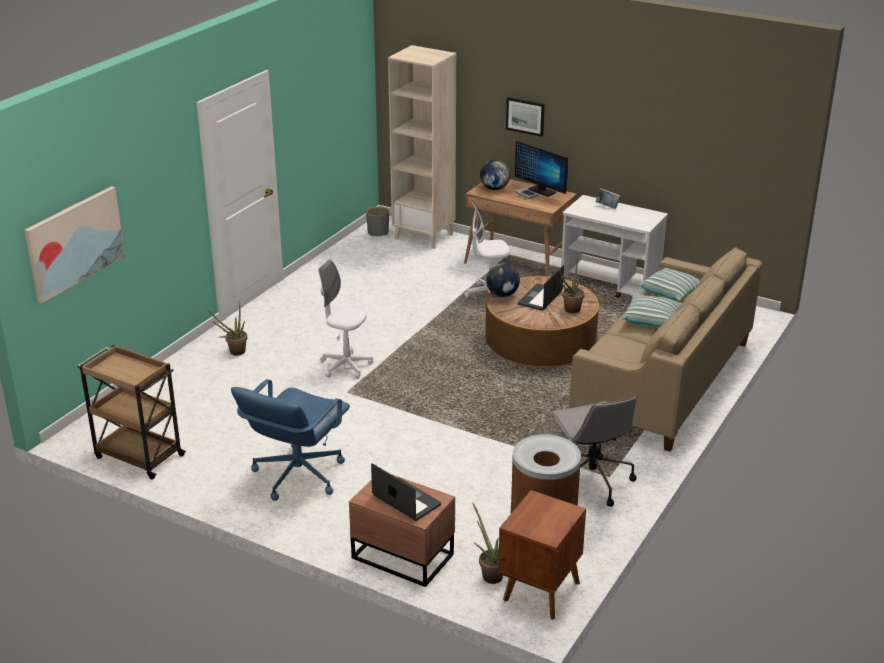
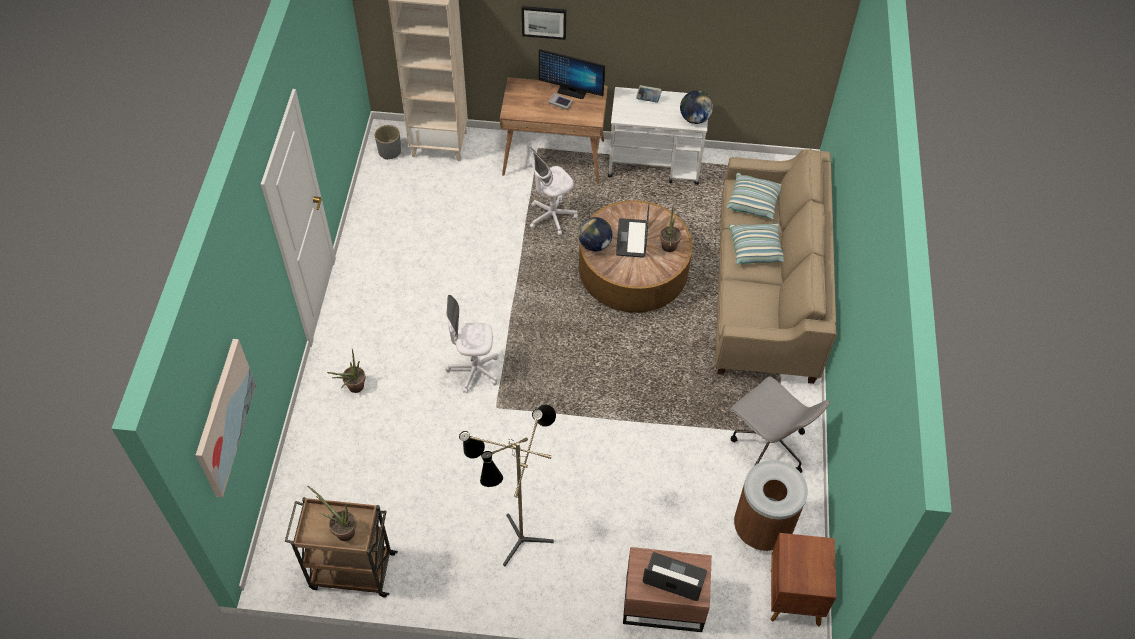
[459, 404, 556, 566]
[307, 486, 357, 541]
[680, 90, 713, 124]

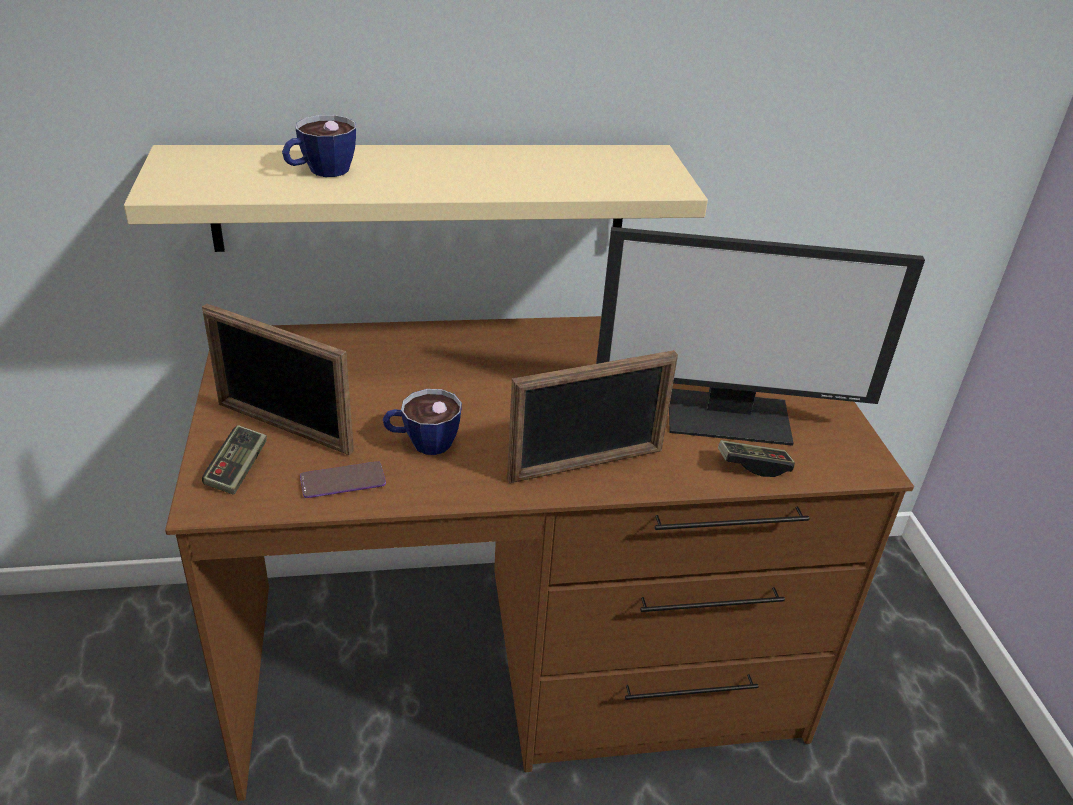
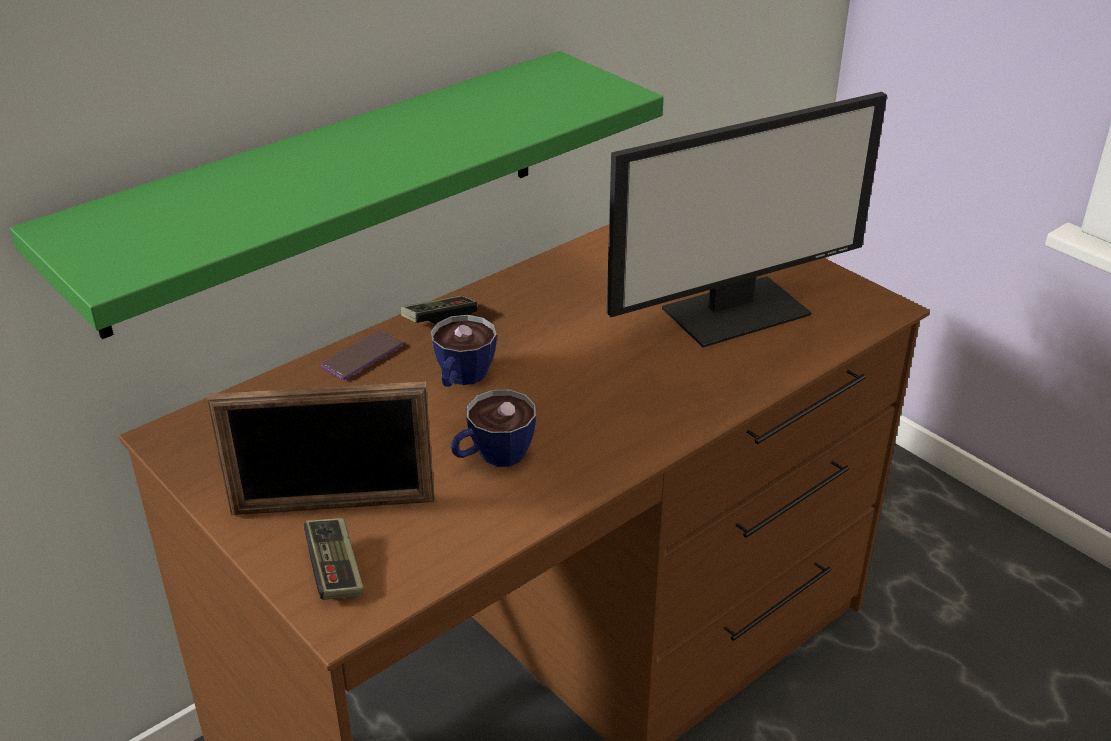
[10, 51, 664, 339]
[431, 315, 497, 387]
[321, 331, 402, 380]
[507, 350, 678, 483] (first image)
[401, 295, 477, 324]

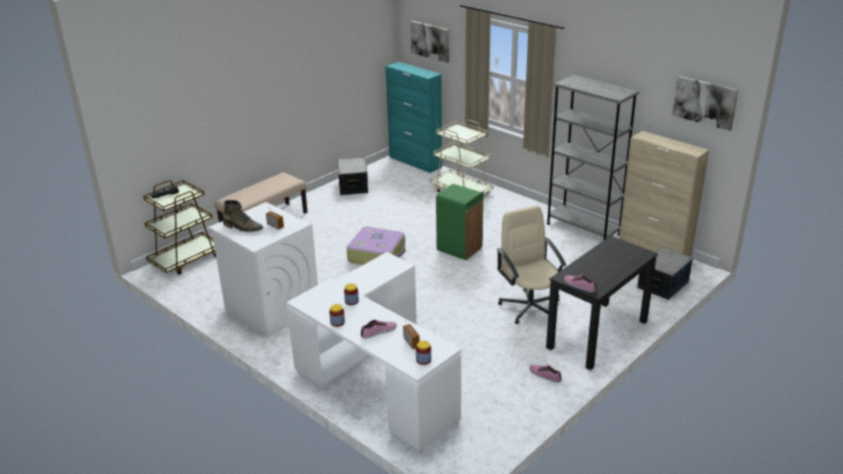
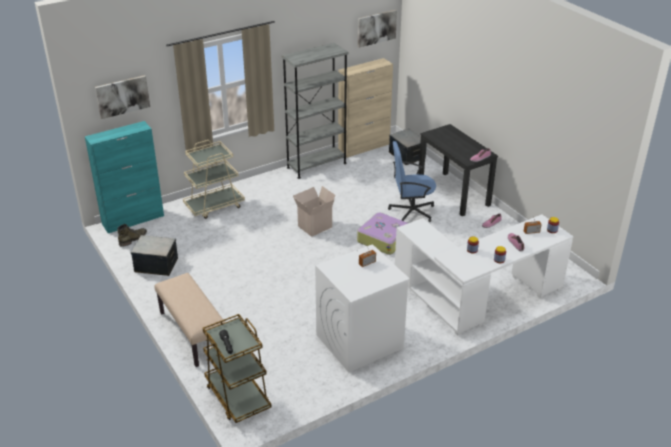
[117, 224, 147, 246]
[357, 212, 408, 255]
[293, 186, 335, 237]
[388, 141, 436, 222]

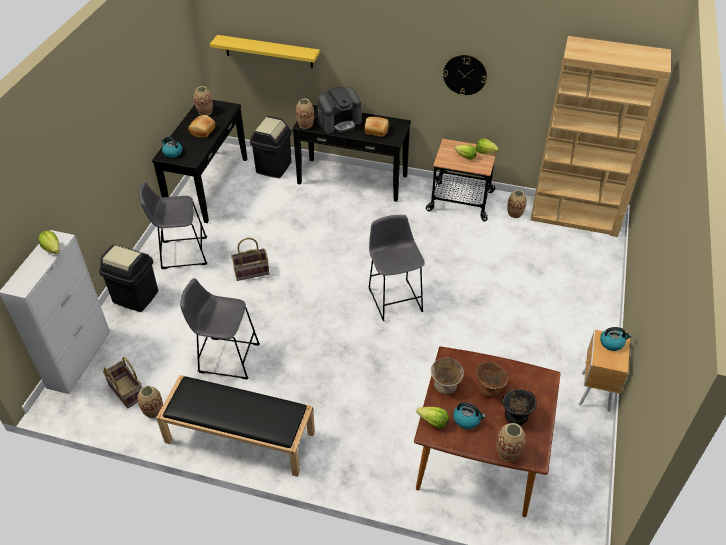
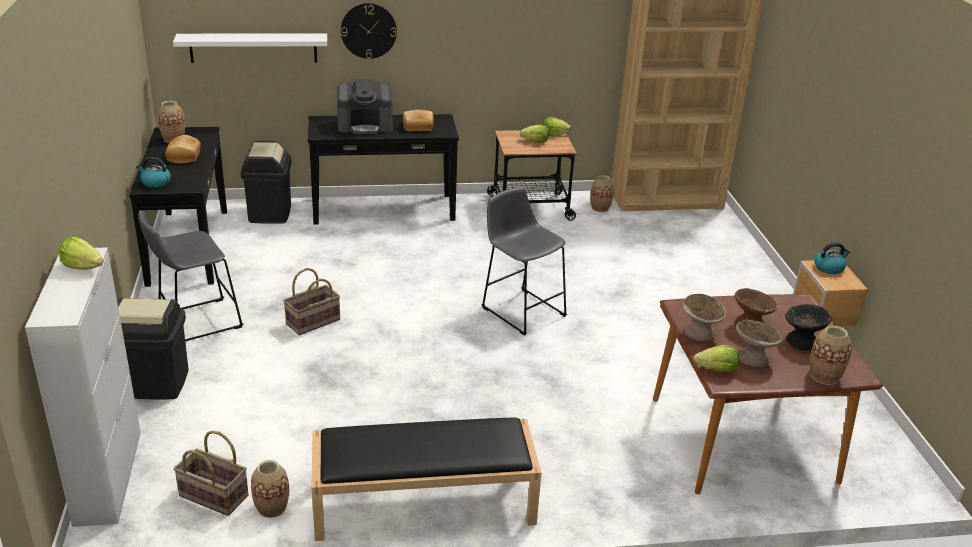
[180, 278, 260, 379] (first image)
[173, 34, 327, 63]
[295, 99, 314, 129] (first image)
[337, 79, 393, 134]
[341, 3, 397, 59]
[736, 320, 782, 368]

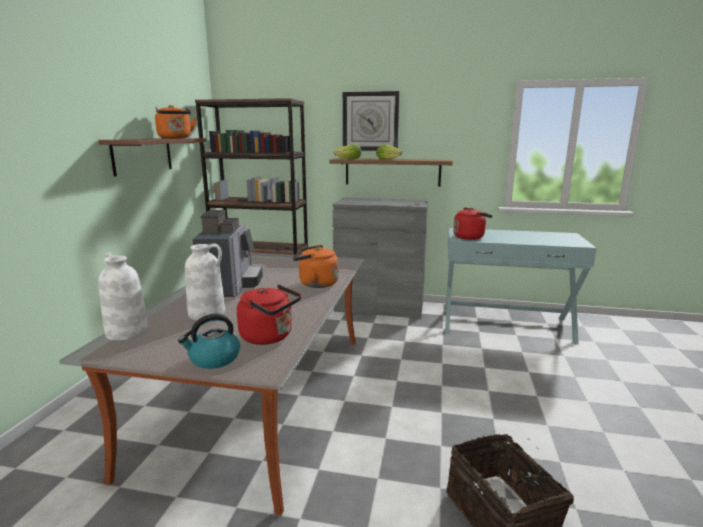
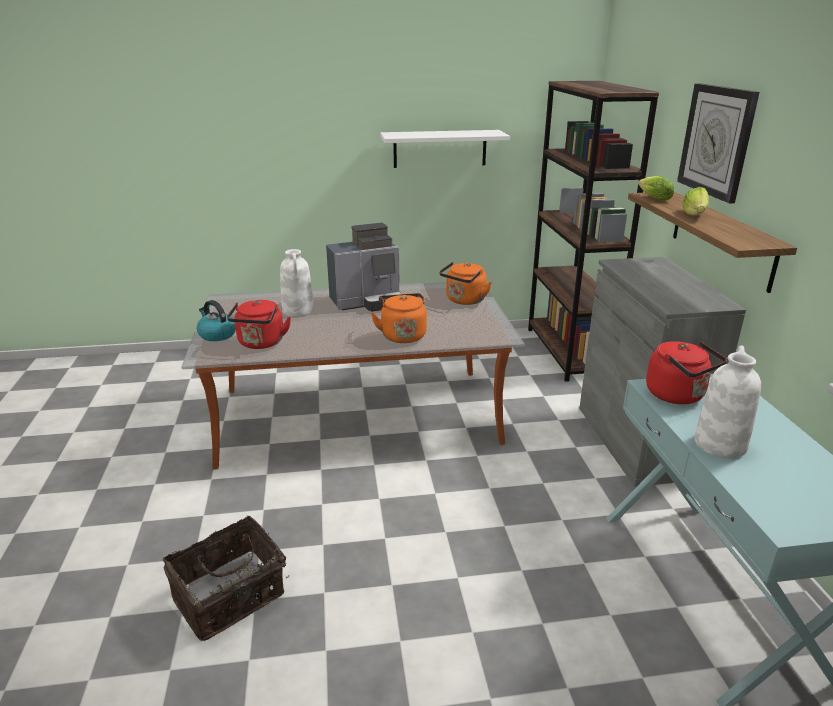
[380, 130, 510, 168]
[695, 345, 761, 458]
[439, 262, 492, 305]

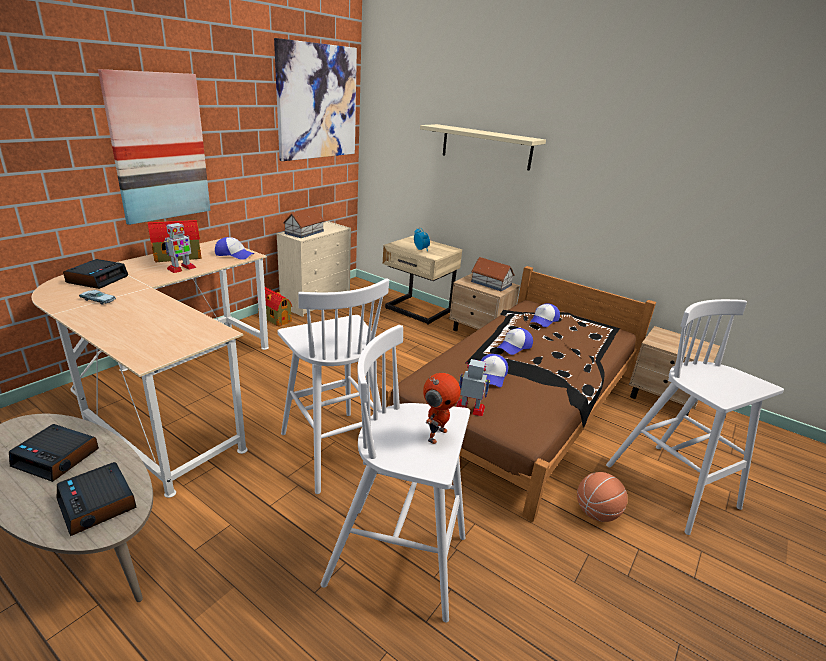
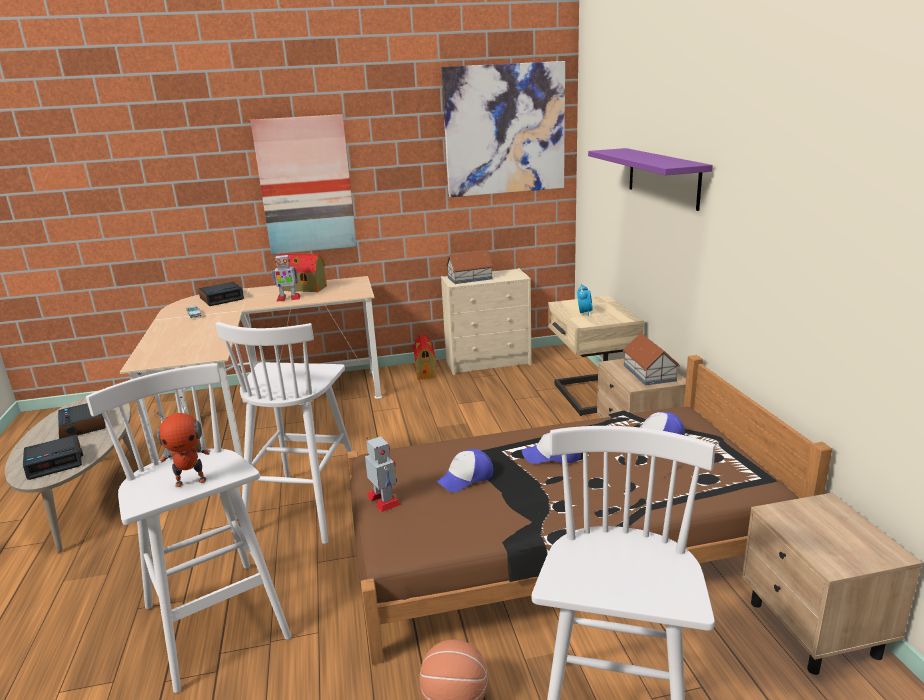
[23, 435, 83, 480]
[215, 237, 254, 260] (first image)
[588, 148, 713, 211]

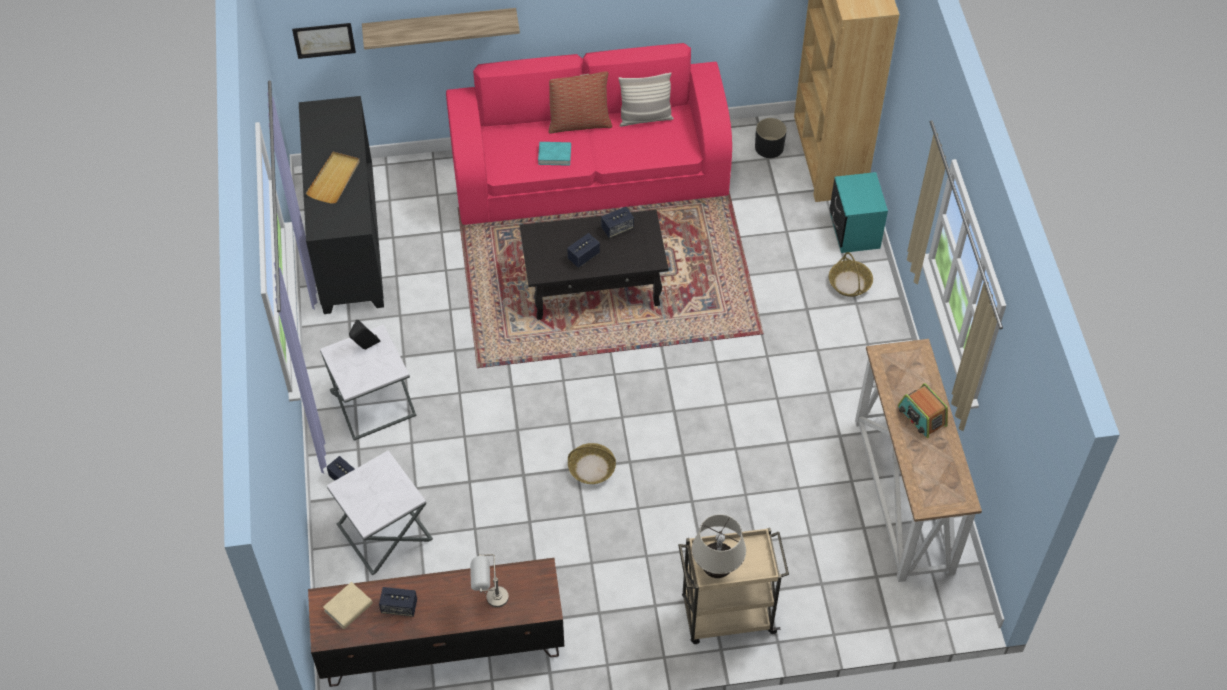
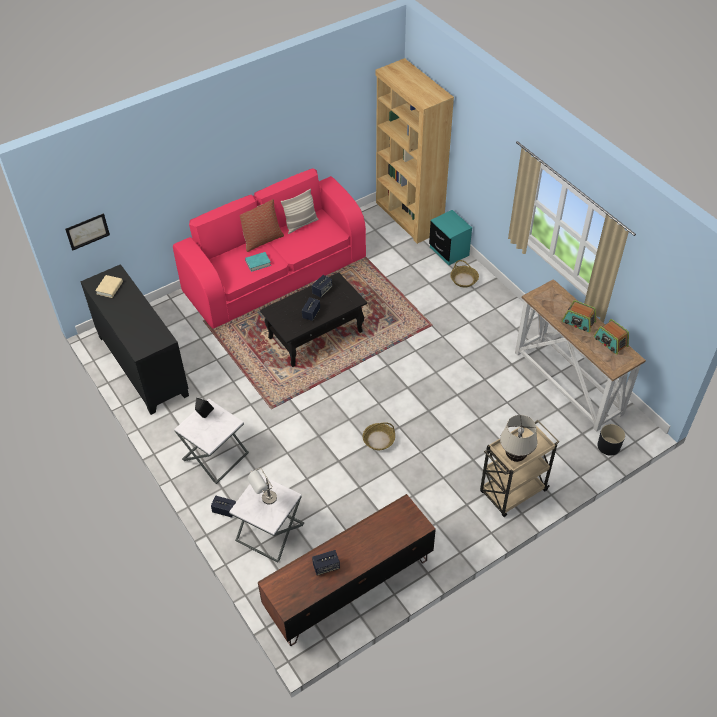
[306, 152, 360, 203] (first image)
[95, 275, 123, 298]
[362, 8, 520, 50] (first image)
[248, 468, 277, 505]
[597, 424, 625, 456]
[594, 319, 629, 354]

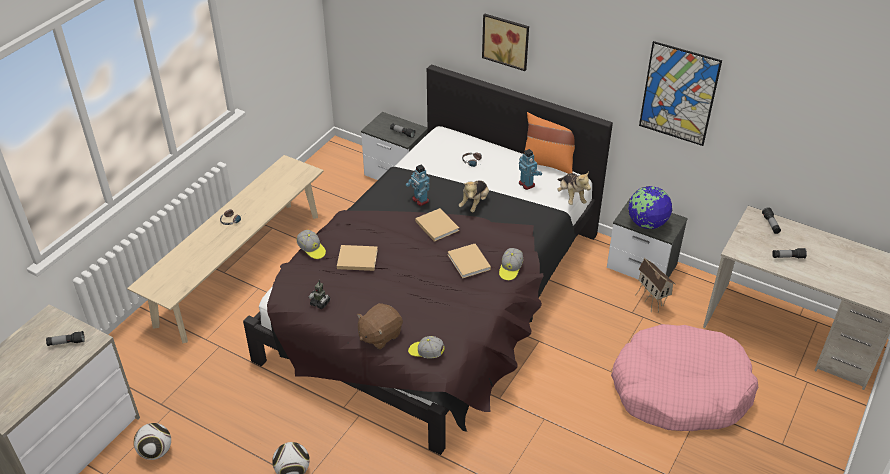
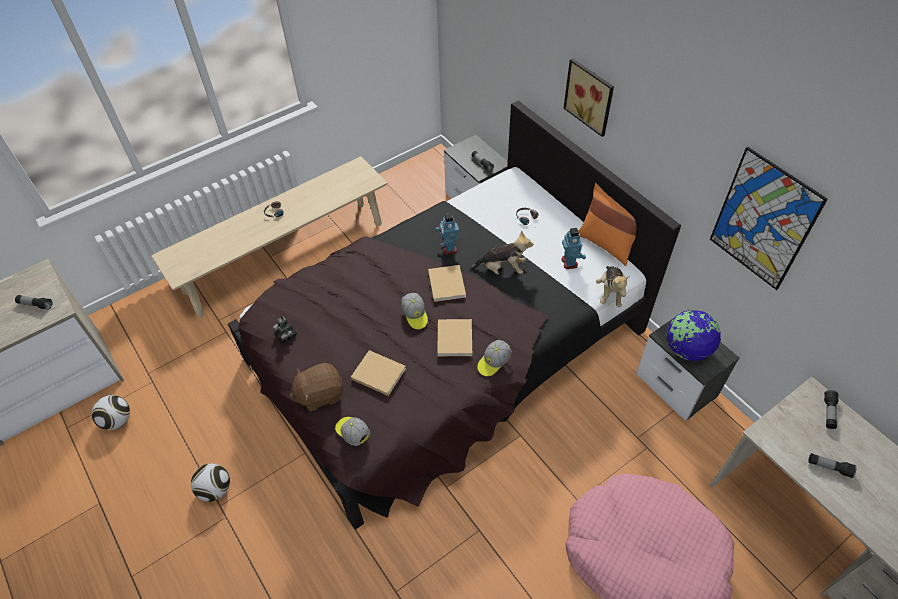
[401, 293, 428, 329]
[351, 350, 406, 396]
[470, 231, 533, 275]
[635, 258, 676, 313] (first image)

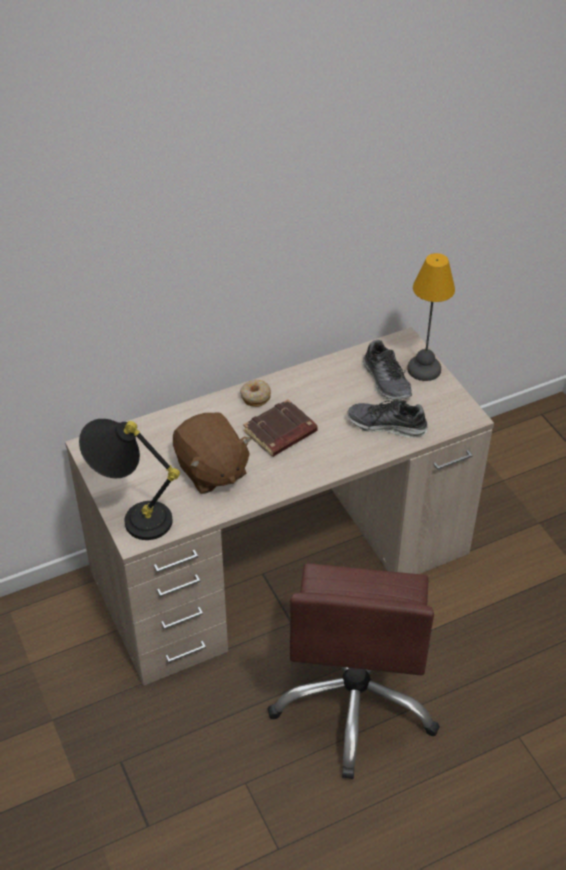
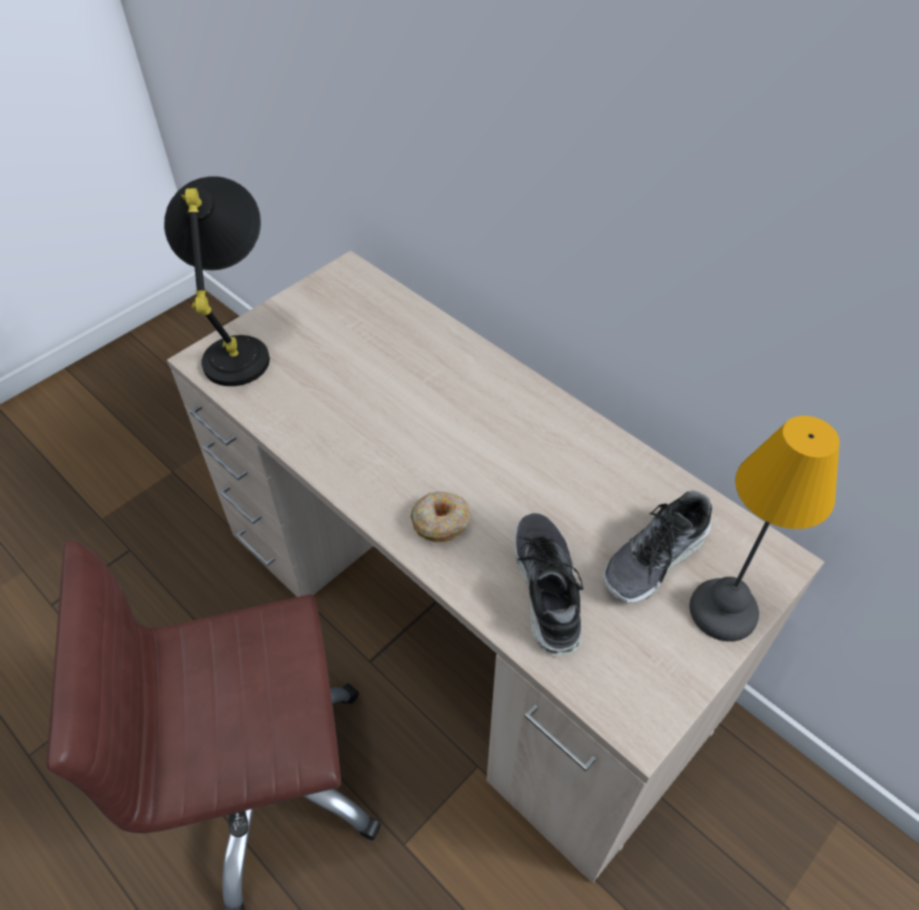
[173, 413, 251, 494] (first image)
[411, 491, 471, 542]
[243, 399, 318, 457] (first image)

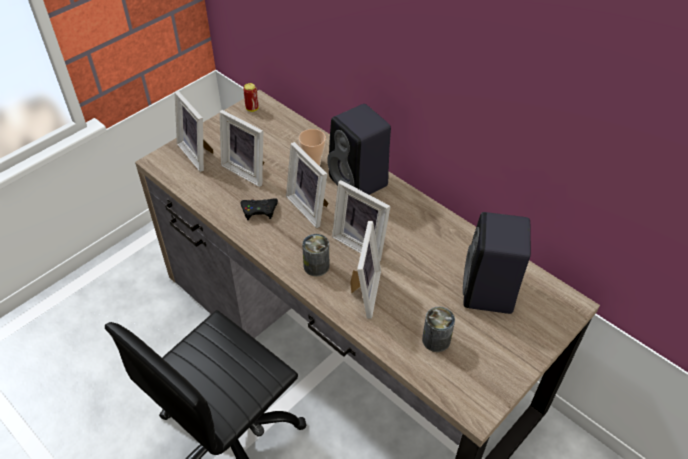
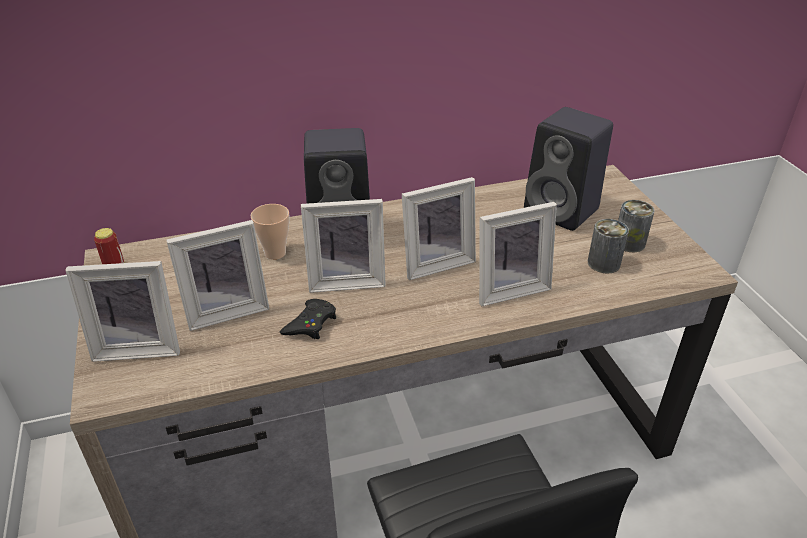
[618, 200, 655, 252]
[479, 202, 557, 306]

